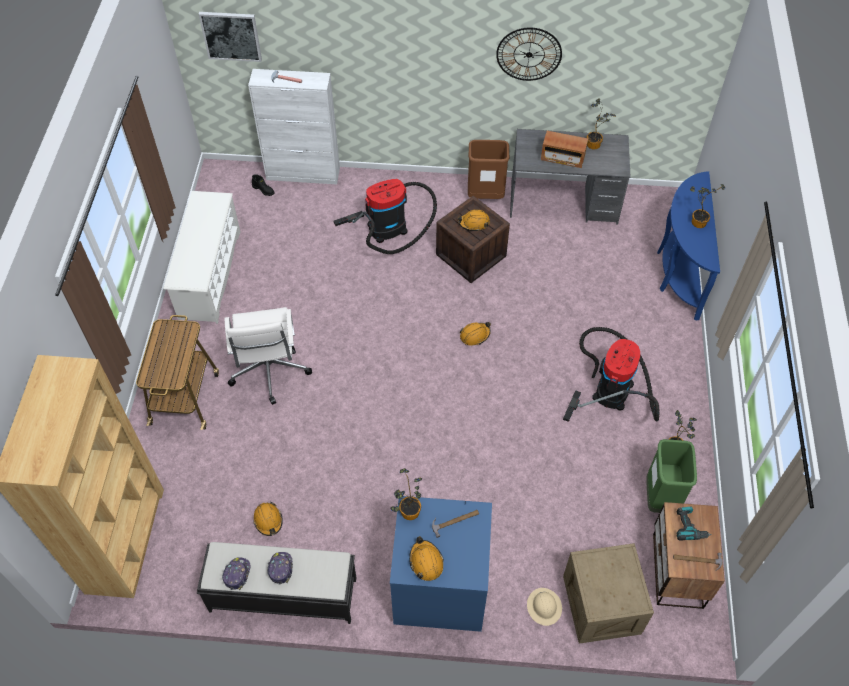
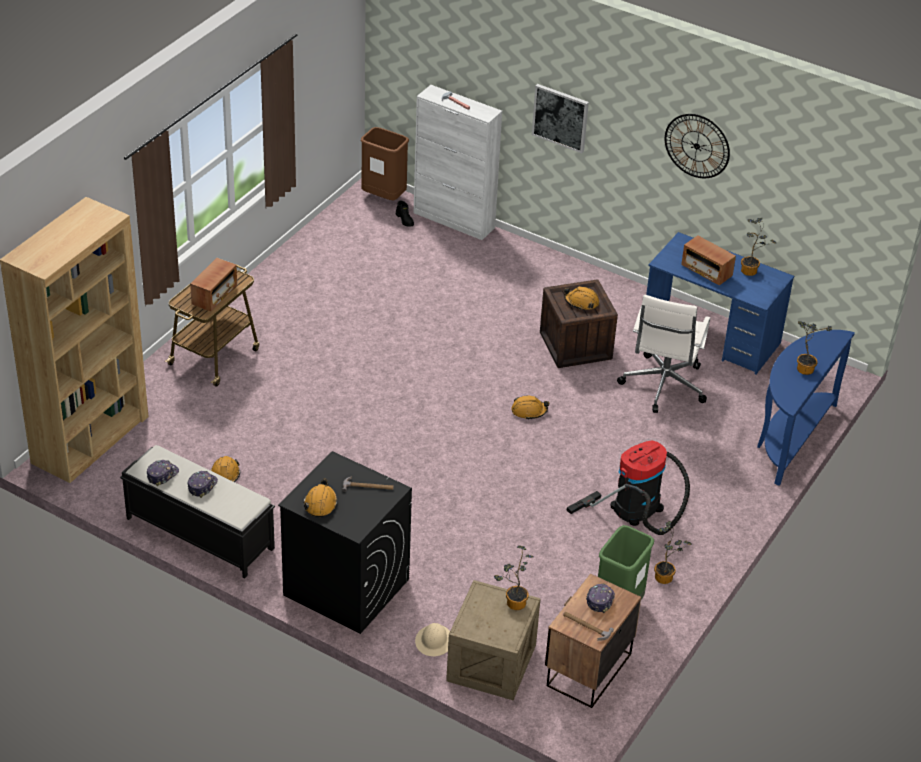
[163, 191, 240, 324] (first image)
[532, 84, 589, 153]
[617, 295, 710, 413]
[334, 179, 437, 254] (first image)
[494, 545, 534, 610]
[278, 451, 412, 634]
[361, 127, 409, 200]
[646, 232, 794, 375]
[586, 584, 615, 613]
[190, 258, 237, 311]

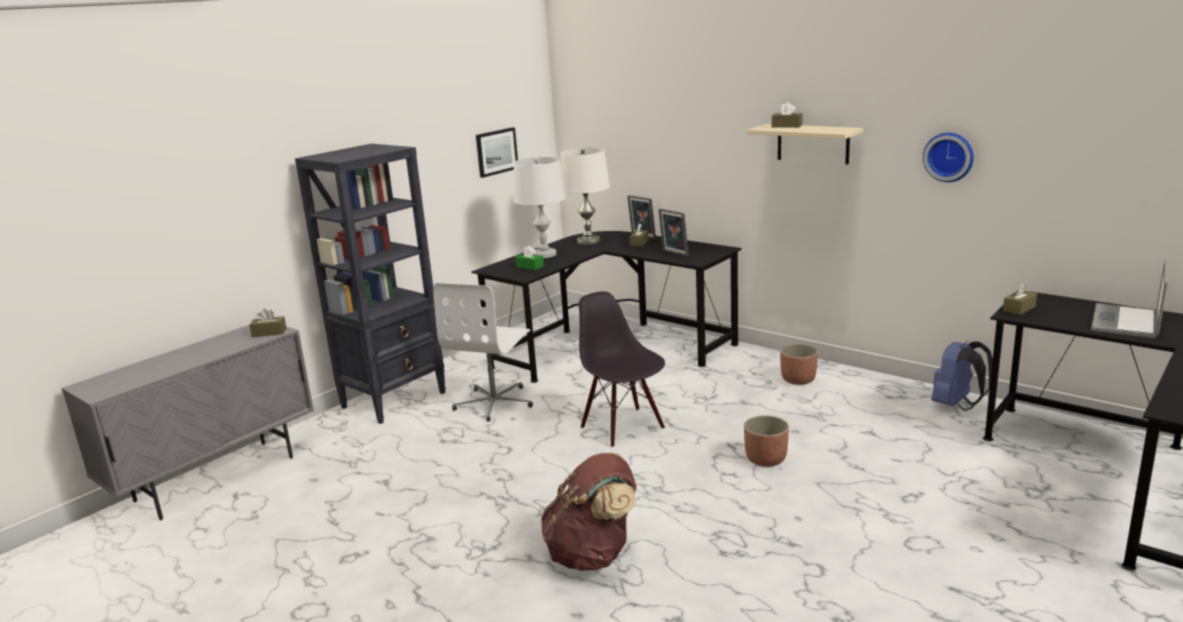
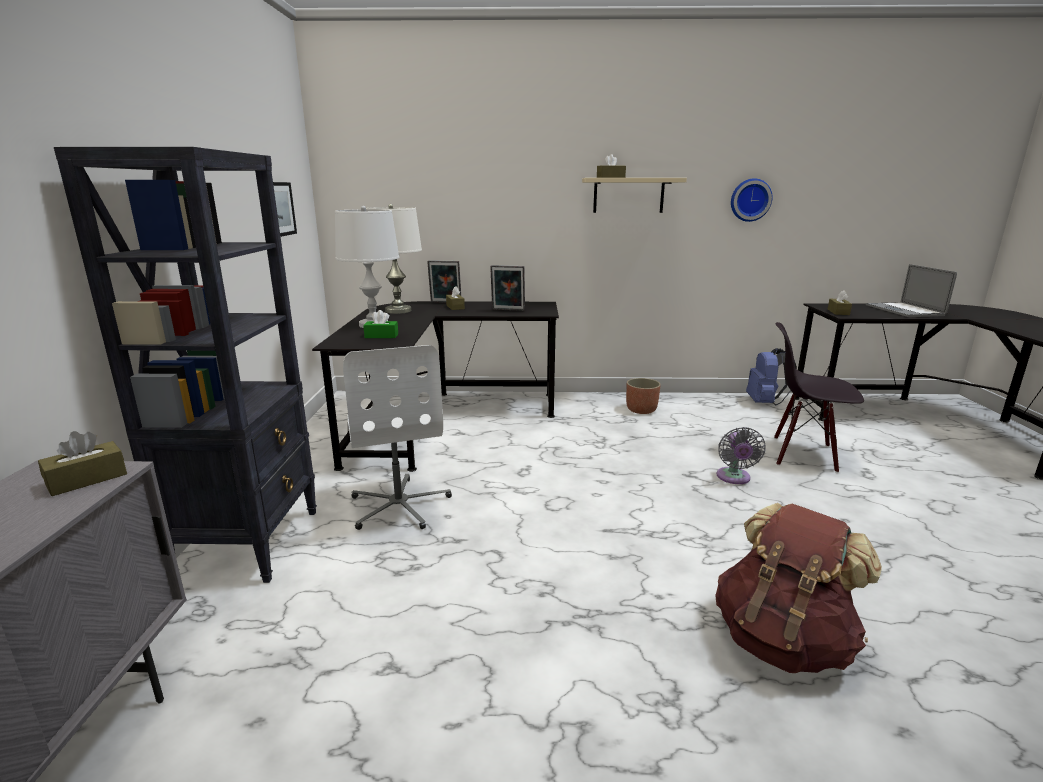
[774, 322, 864, 473]
[717, 427, 766, 484]

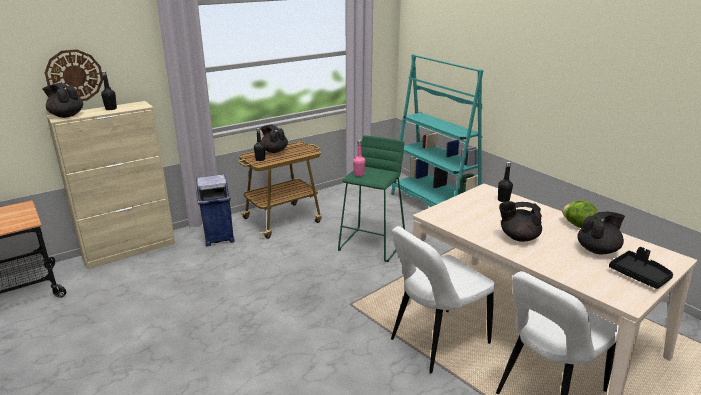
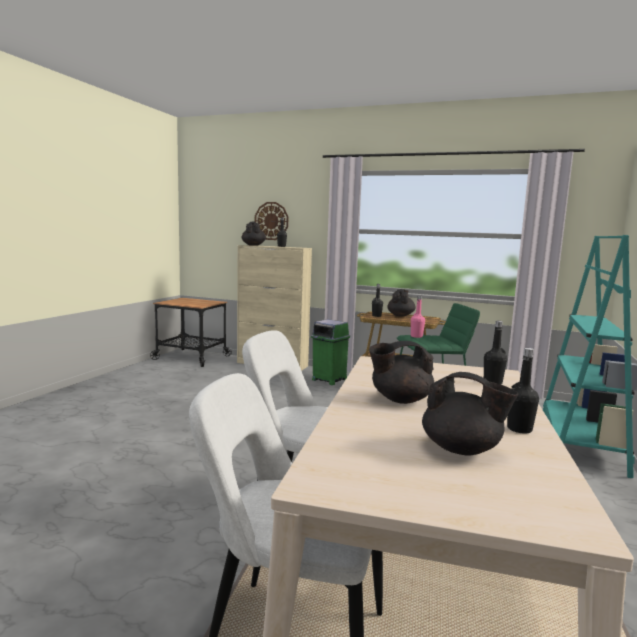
[311, 319, 350, 385]
[369, 341, 434, 404]
[507, 348, 539, 434]
[609, 247, 673, 289] (first image)

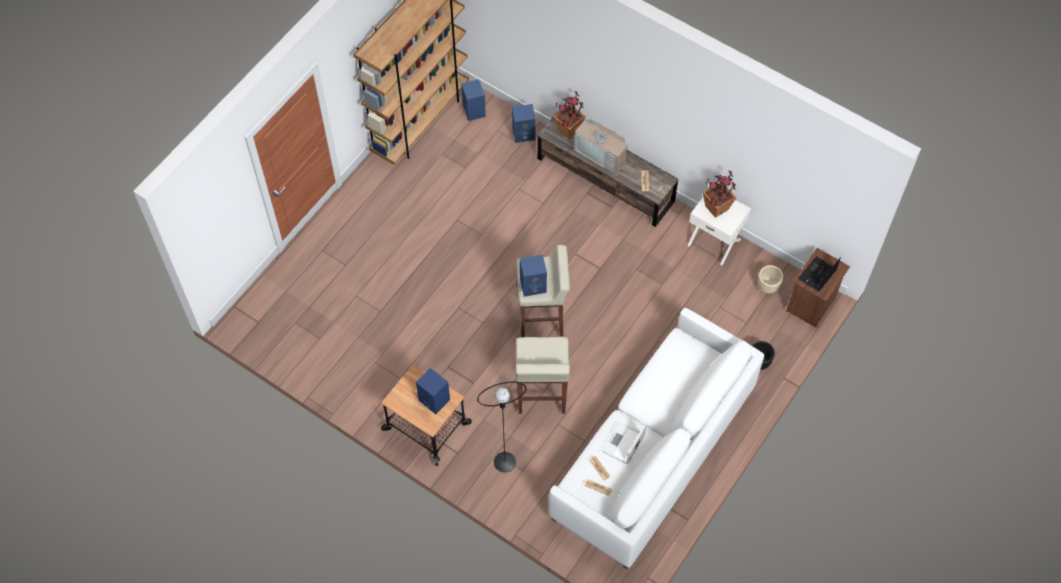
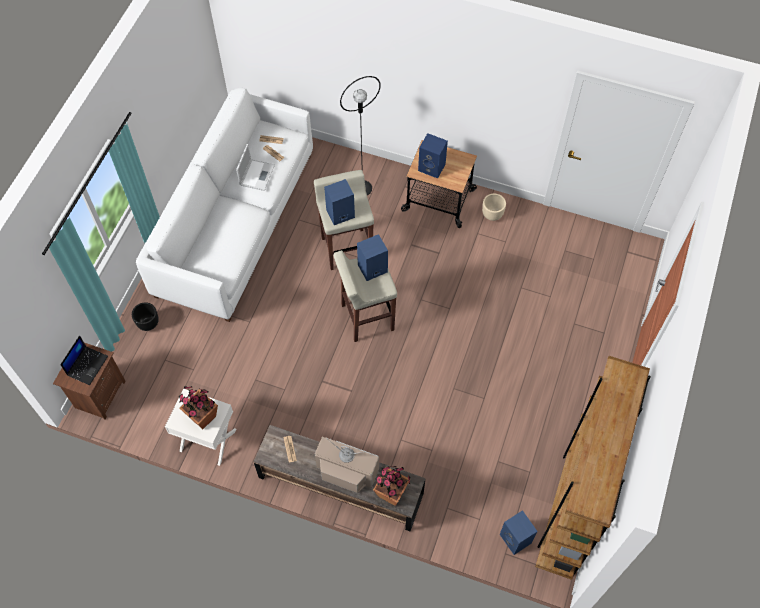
[324, 179, 355, 225]
[482, 193, 506, 221]

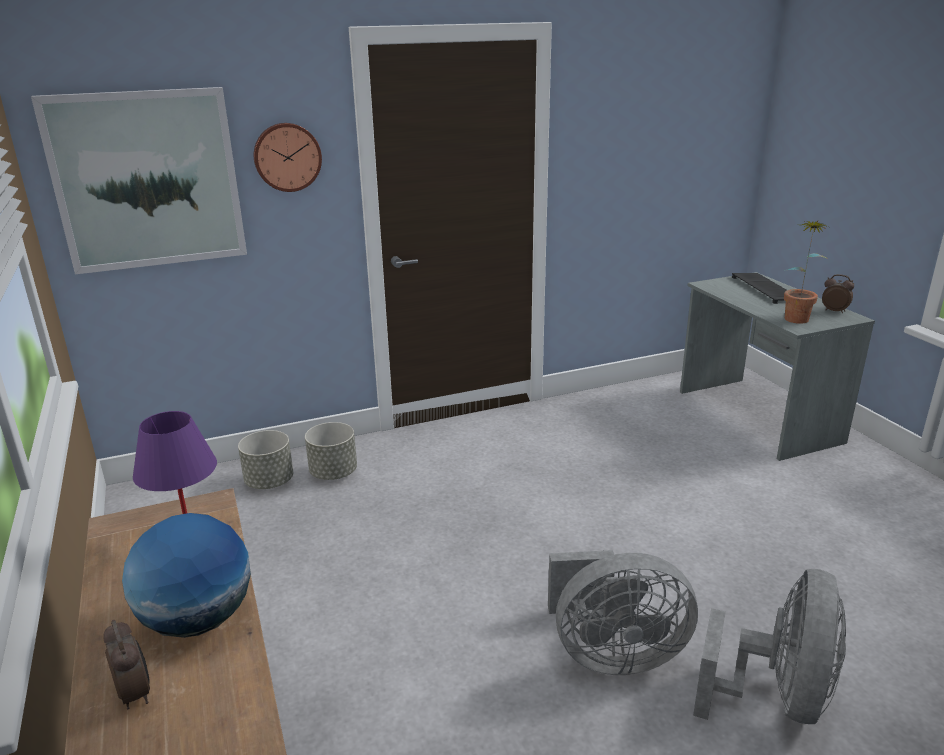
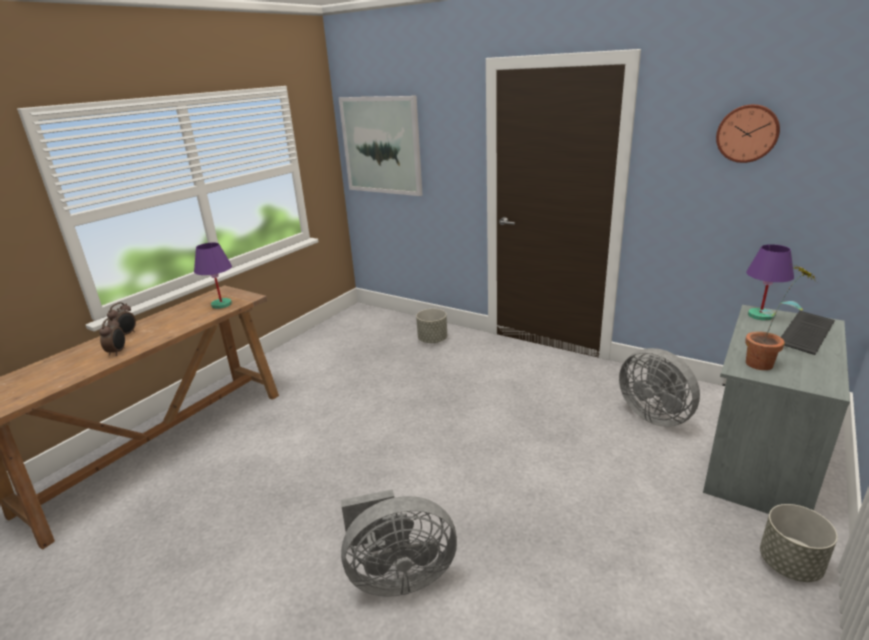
[122, 513, 251, 638] (first image)
[760, 504, 838, 582]
[716, 104, 780, 163]
[619, 348, 700, 427]
[99, 318, 125, 356]
[746, 244, 794, 321]

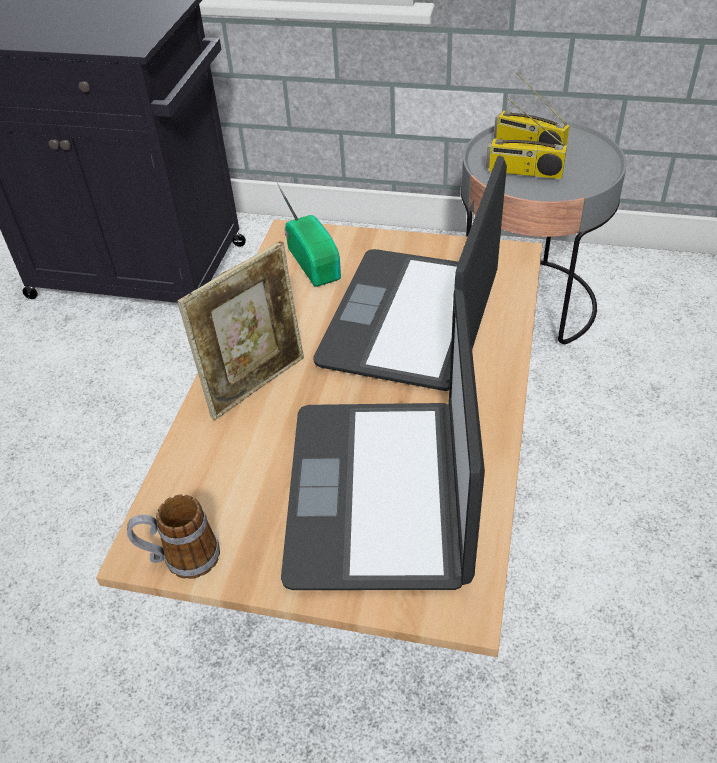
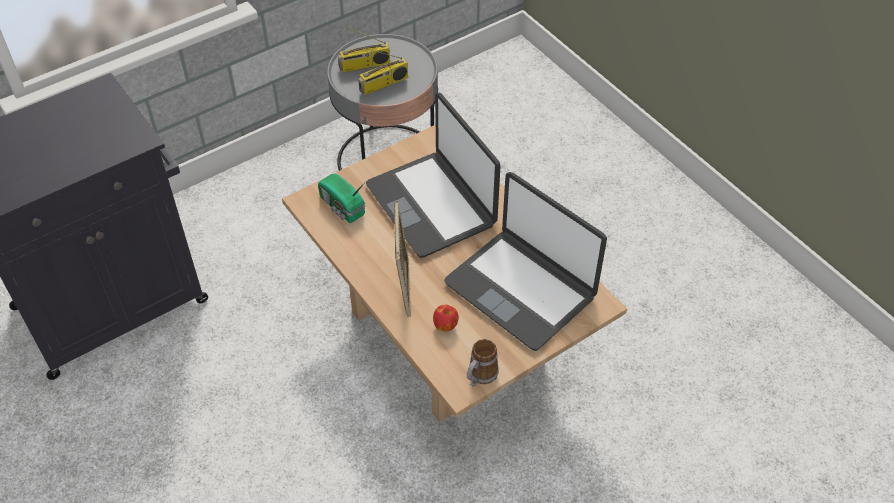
[318, 174, 365, 223]
[433, 305, 459, 331]

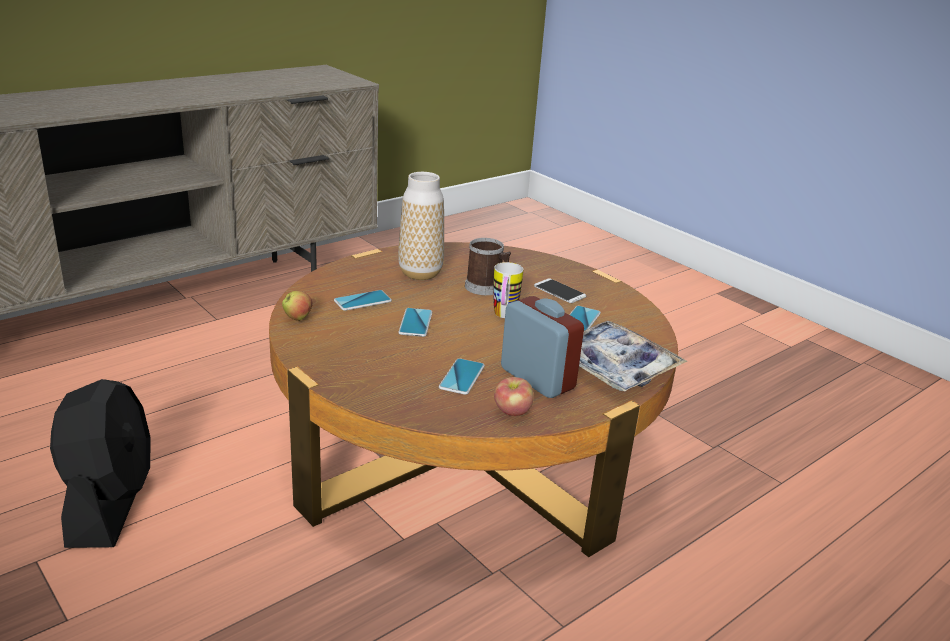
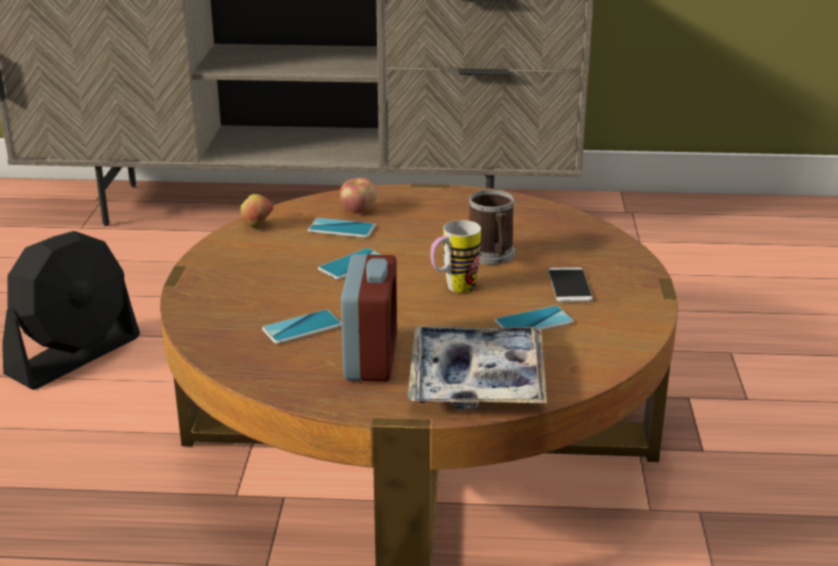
[398, 172, 444, 280] (first image)
[340, 178, 377, 213]

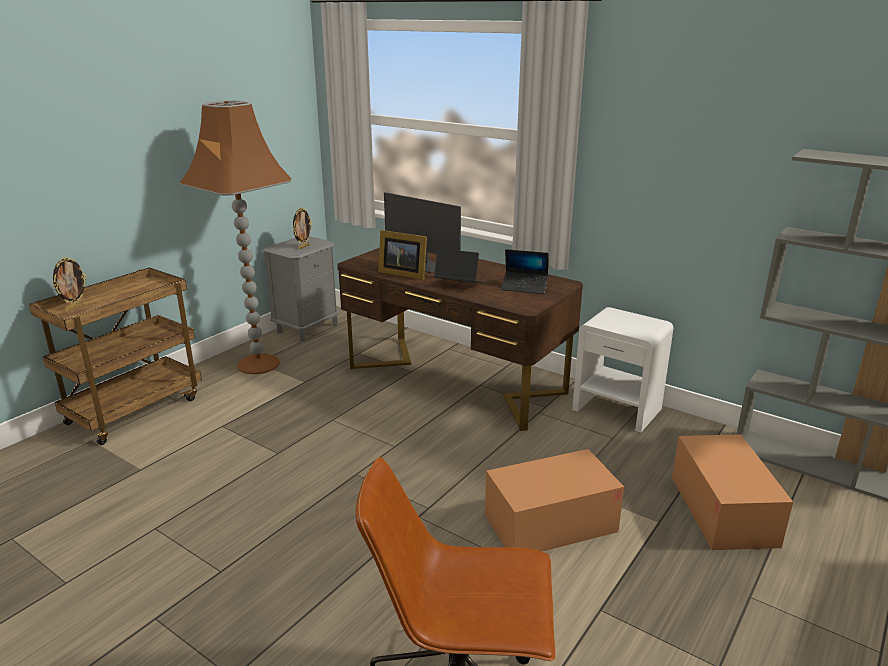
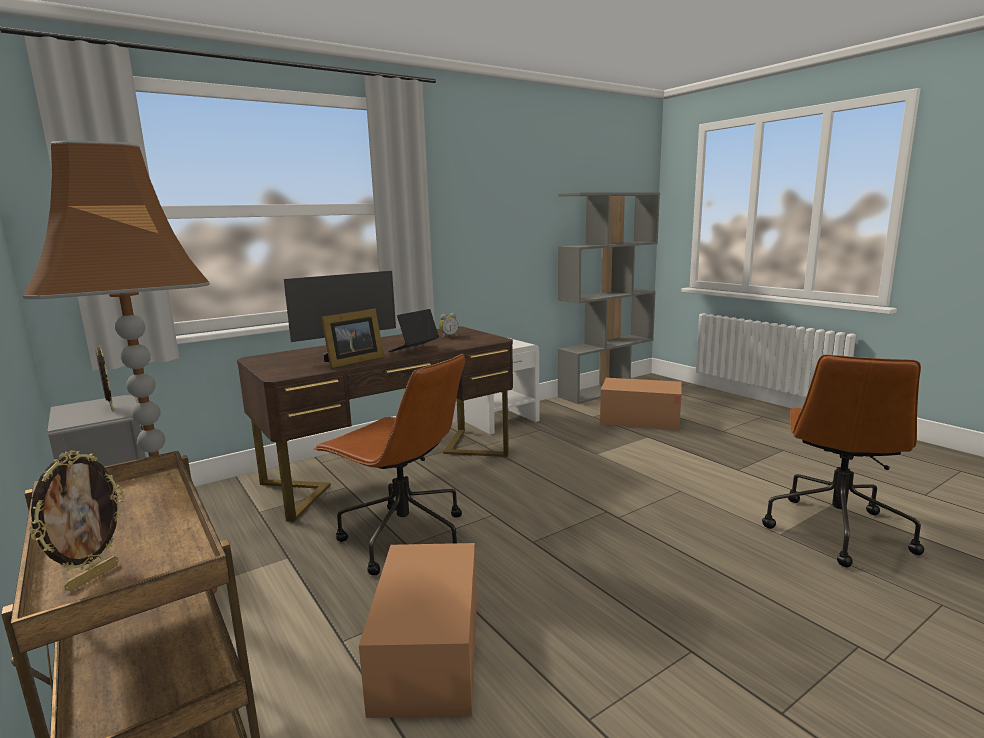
[29, 450, 125, 591]
[359, 543, 477, 718]
[439, 313, 458, 338]
[314, 354, 465, 575]

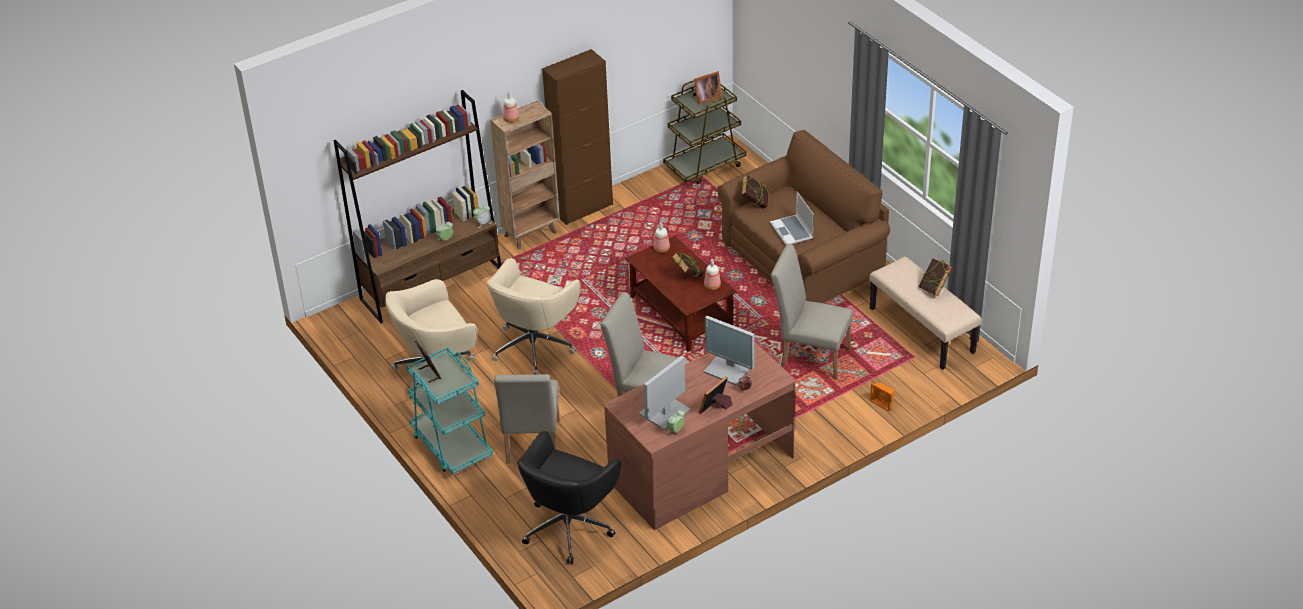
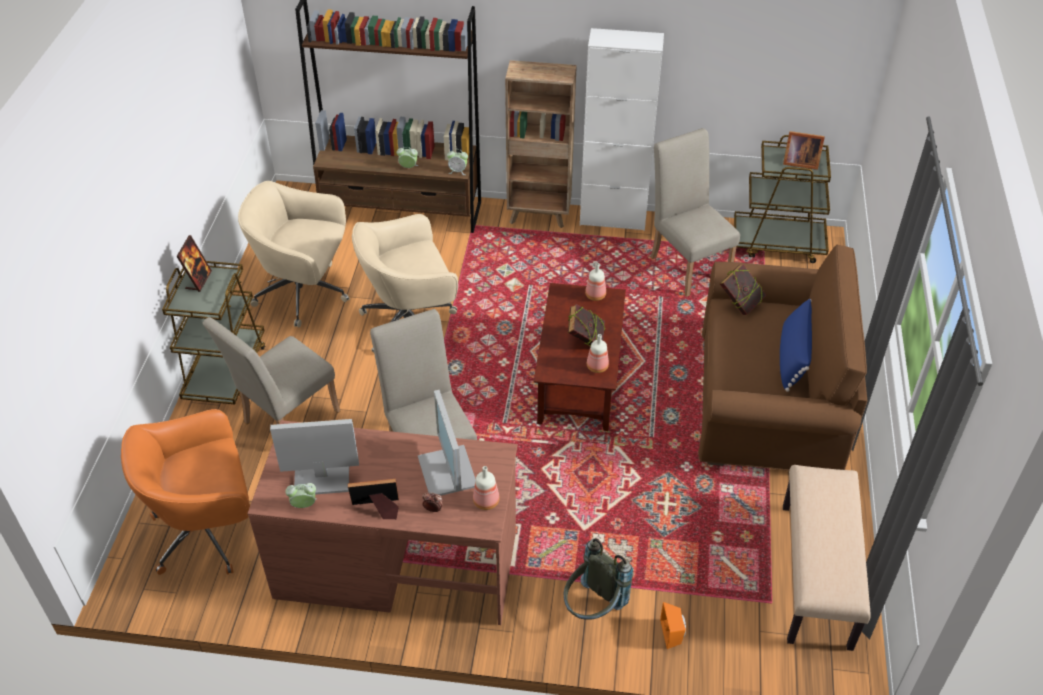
[162, 261, 266, 405]
[473, 466, 500, 510]
[121, 409, 250, 575]
[580, 28, 664, 231]
[770, 192, 814, 245] (first image)
[651, 128, 740, 297]
[919, 259, 952, 296] (first image)
[564, 538, 633, 620]
[780, 299, 812, 392]

